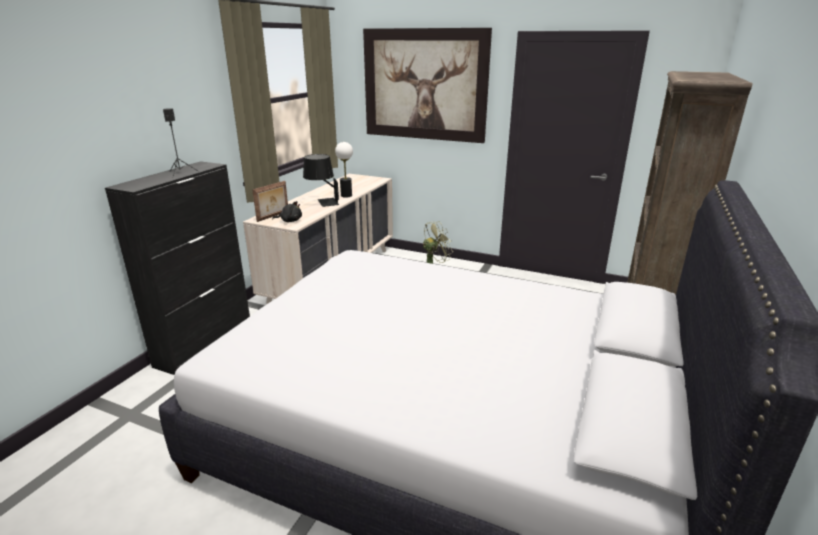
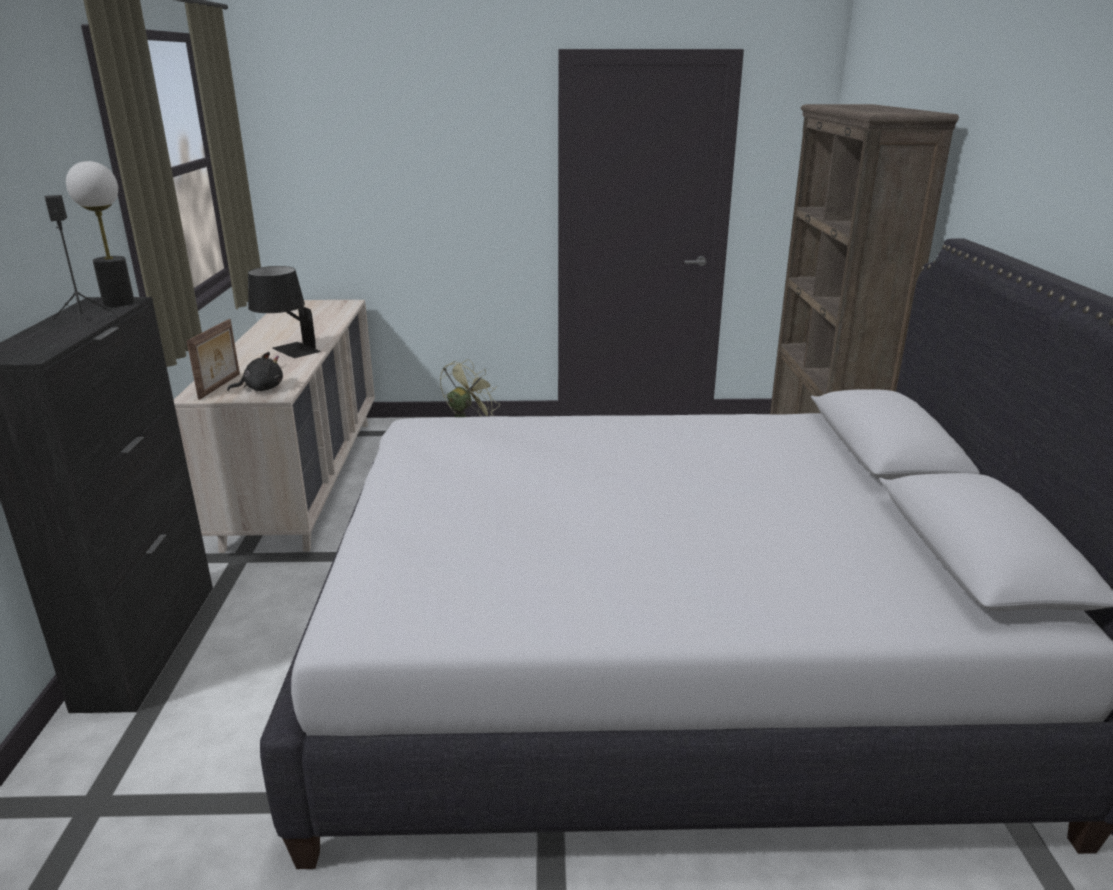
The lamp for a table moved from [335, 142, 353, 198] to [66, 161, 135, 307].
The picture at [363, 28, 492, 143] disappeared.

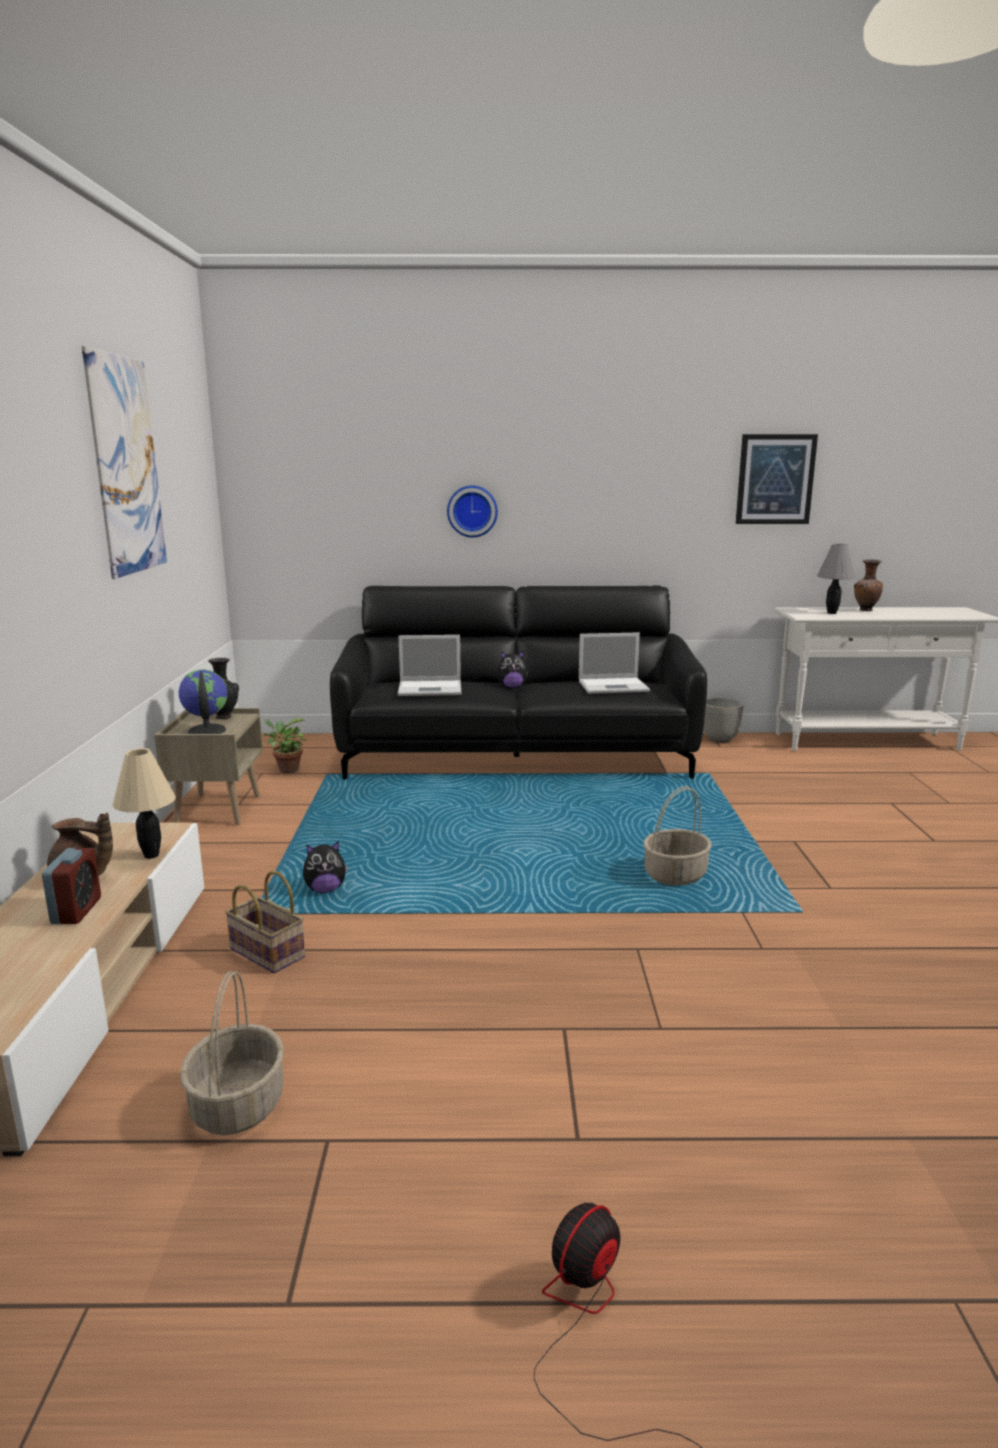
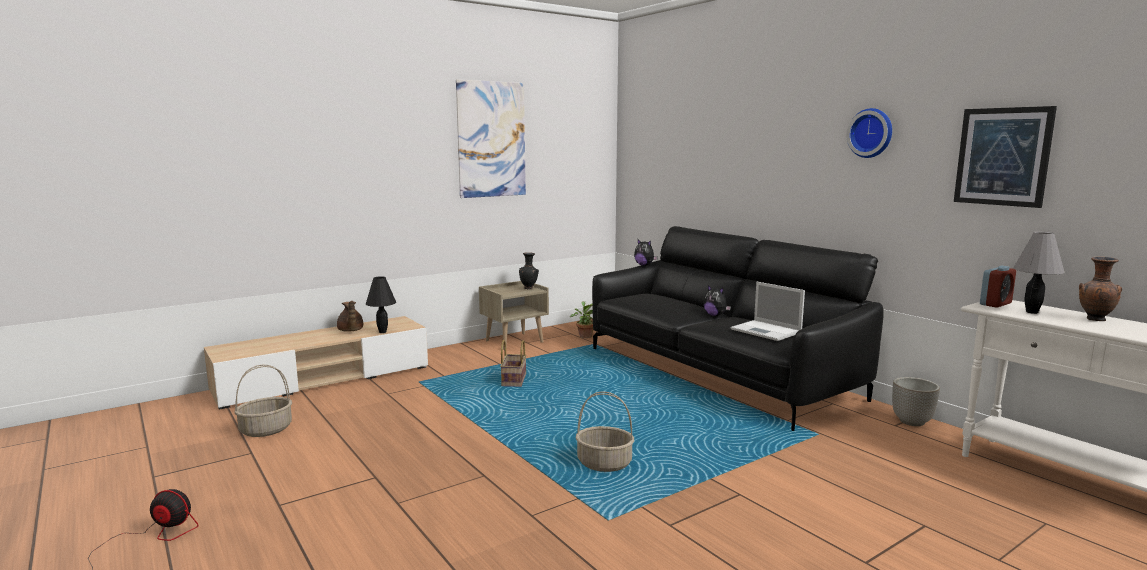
The bedside clock moved from [42, 848, 101, 924] to [980, 266, 1016, 308].
The sand-coloured lamp for a table at [112, 748, 176, 859] became the black lamp for a table at [366, 276, 396, 333].
The world globe at [179, 669, 227, 734] disappeared.
The basket moved from [225, 870, 305, 974] to [500, 340, 527, 387].
The cuddly toy moved from [303, 841, 348, 893] to [634, 240, 658, 266].
The laptop at [398, 635, 461, 696] disappeared.
The clock on the wall moved from [447, 485, 498, 537] to [846, 108, 892, 158].

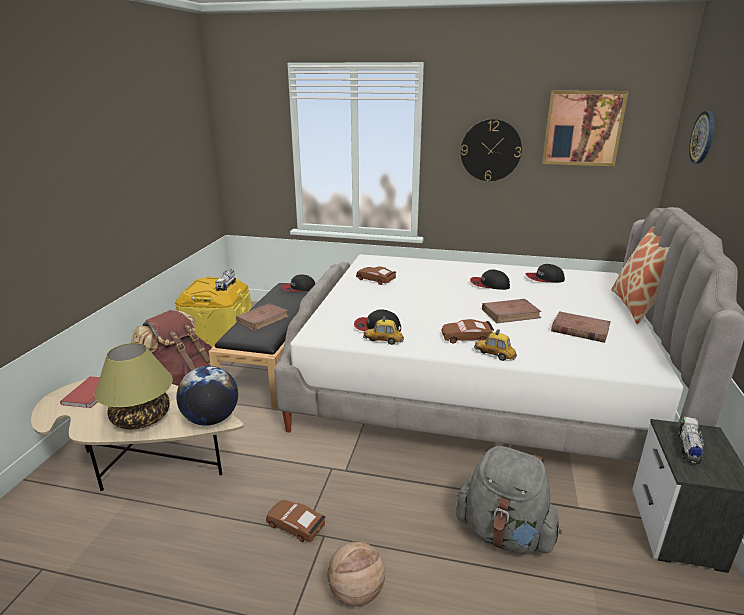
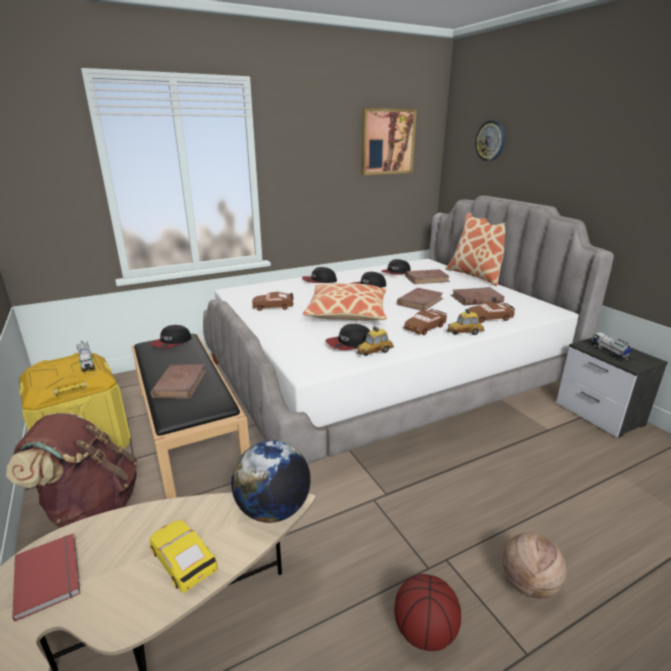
The lamp for a table at [94, 343, 173, 429] was replaced by the yellow miniature car at [150, 520, 218, 592].
The brownish miniature car moved from [266, 500, 326, 542] to [469, 302, 515, 323].
The grey rucksack at [456, 446, 562, 554] disappeared.
The clock on the wall at [461, 119, 522, 181] disappeared.
The peaked cap at [302, 267, 337, 283] appeared.
The throw pillow at [303, 283, 387, 321] appeared.
The basketball ball at [394, 574, 461, 651] appeared.
The brownish book at [405, 269, 450, 284] appeared.

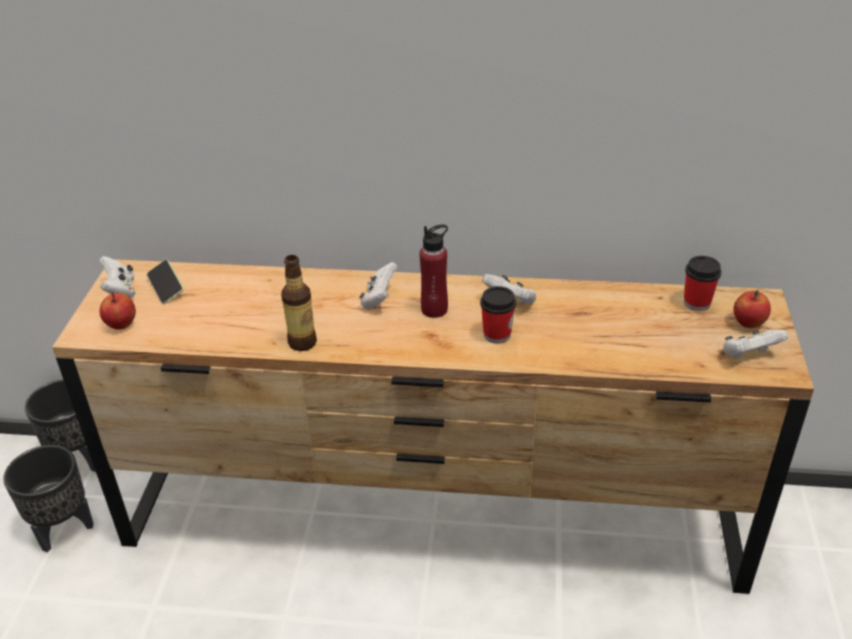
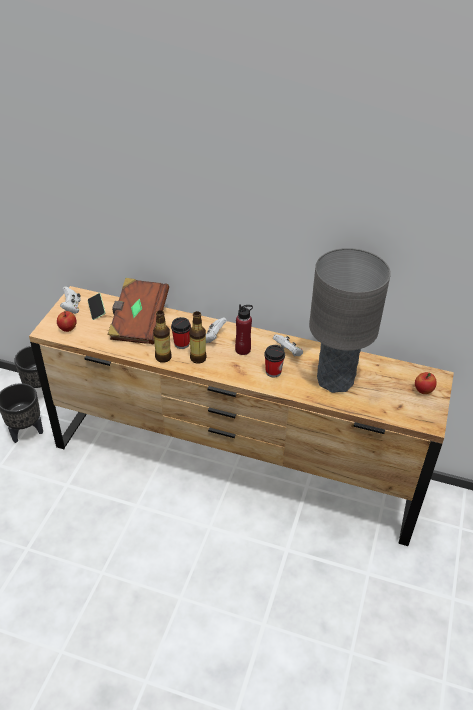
The cup moved from [684, 256, 721, 311] to [171, 317, 191, 349].
The white-coloured game controller at [723, 330, 788, 358] disappeared.
The brownish book at [107, 278, 169, 344] appeared.
The drink bottle at [189, 311, 207, 364] appeared.
The grey lamp for a table at [309, 248, 391, 393] appeared.

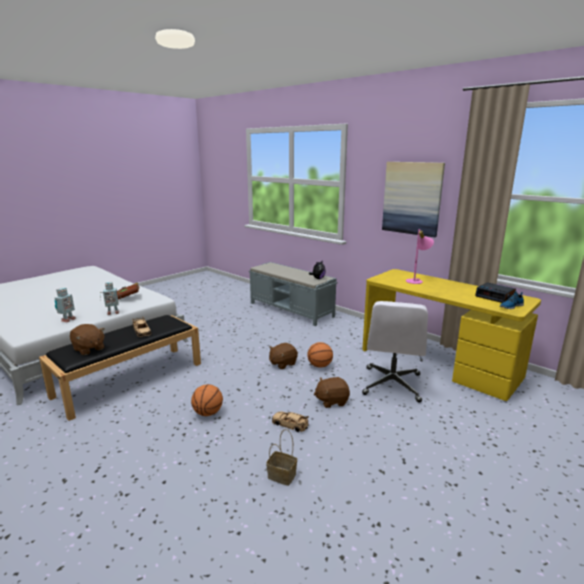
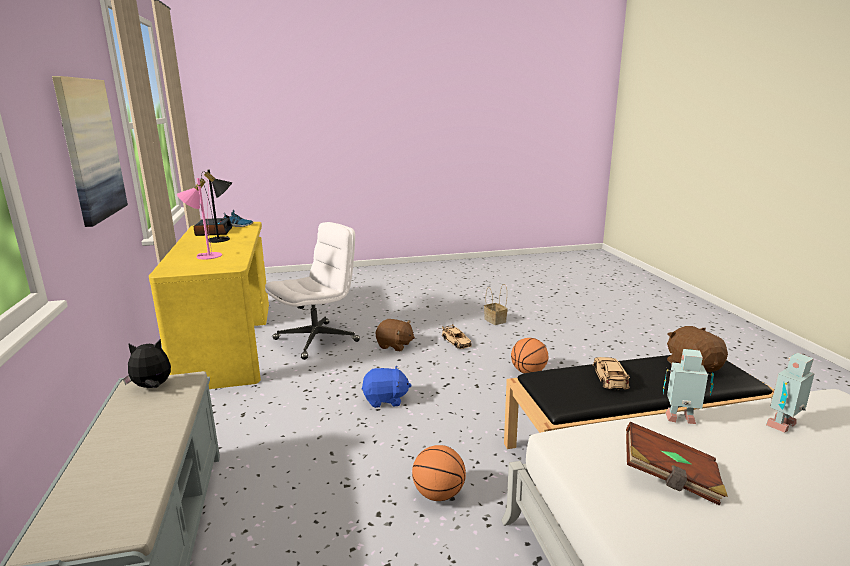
The brownish cuddly toy at [269, 343, 298, 369] became the blue cuddly toy at [361, 366, 412, 408].
The basketball ball moved from [307, 342, 333, 368] to [412, 445, 466, 501].
The black lamp for a table at [201, 170, 232, 243] appeared.

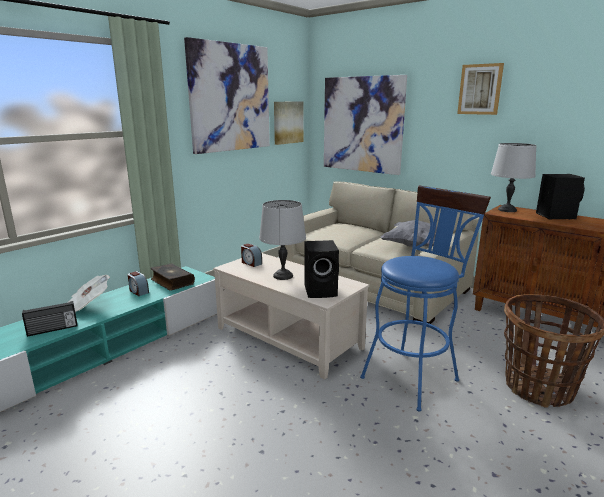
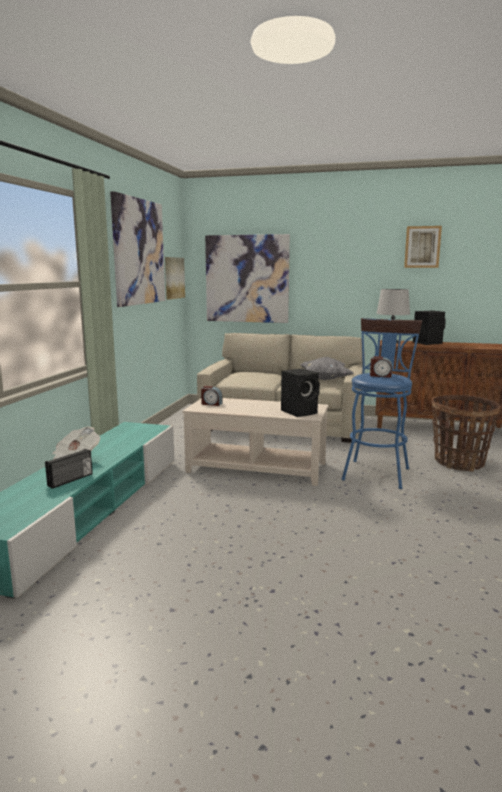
The bedside clock moved from [128, 272, 149, 296] to [370, 356, 393, 378].
The book at [151, 263, 195, 291] disappeared.
The grey lamp for a table at [259, 200, 306, 280] disappeared.
The picture moved from [457, 63, 504, 115] to [404, 226, 442, 268].

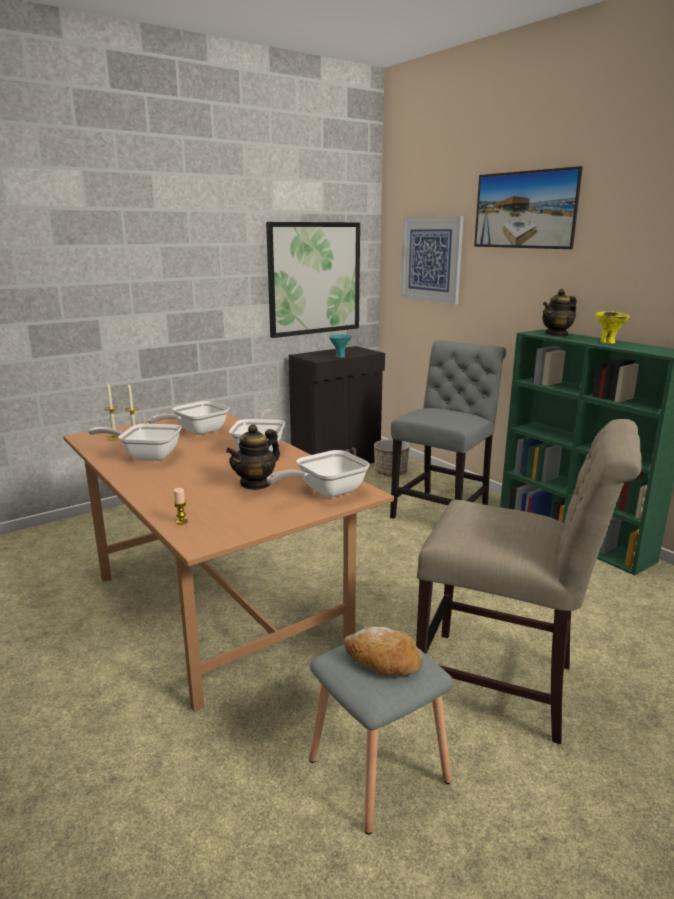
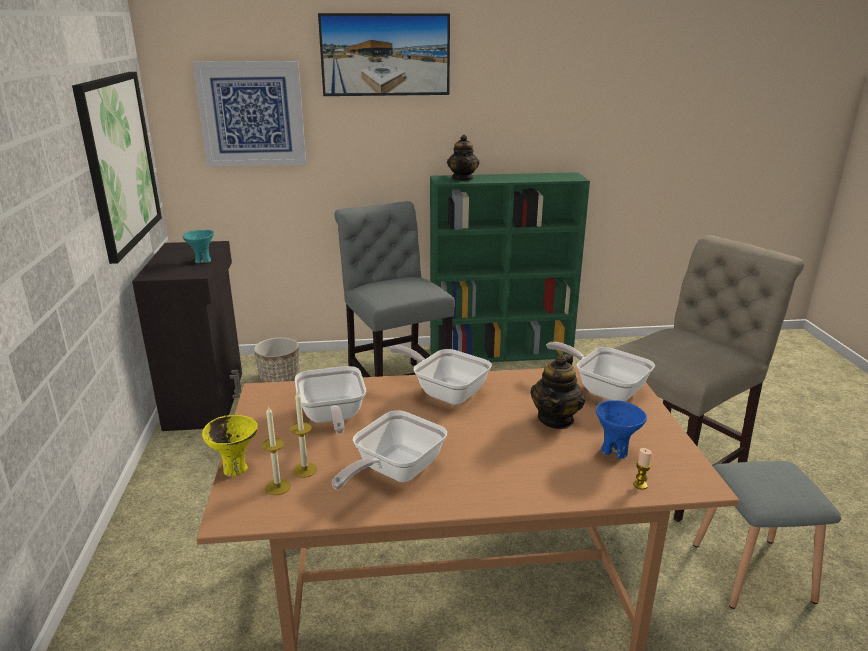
The teapot at [226, 424, 280, 490] turned 45 degrees clockwise.
The skillet at [267, 450, 370, 497] turned 135 degrees clockwise.
The bread at [344, 626, 423, 676] disappeared.
The yellow bowl moved from [596, 311, 630, 344] to [202, 415, 258, 477].
The blue bowl at [596, 400, 647, 458] appeared.

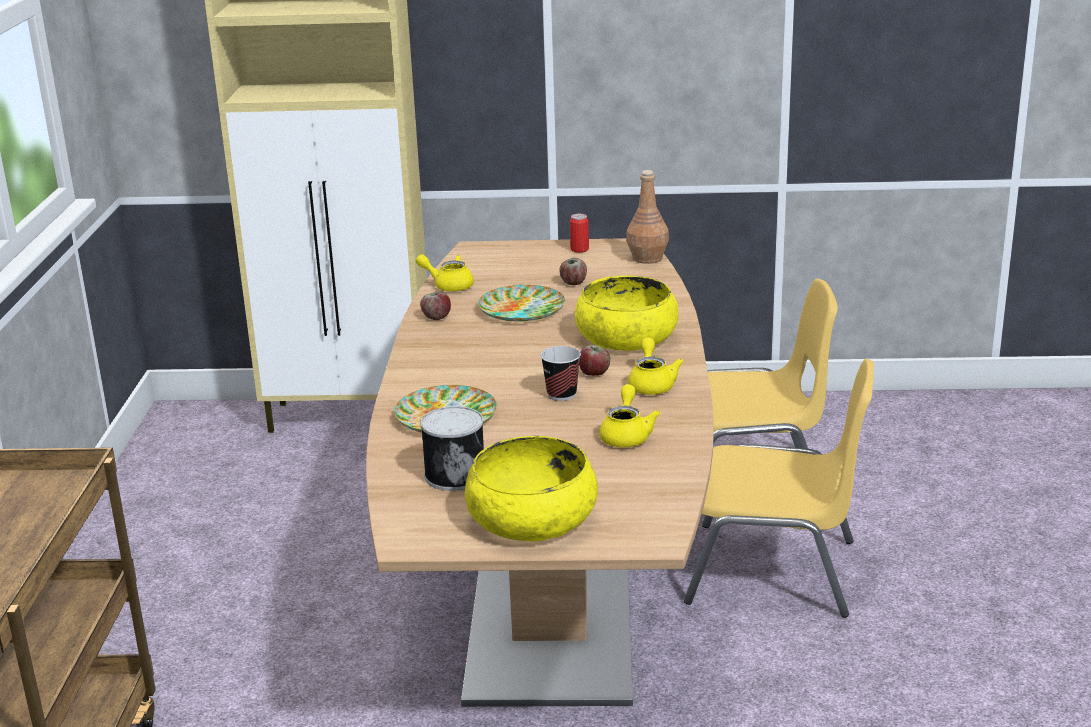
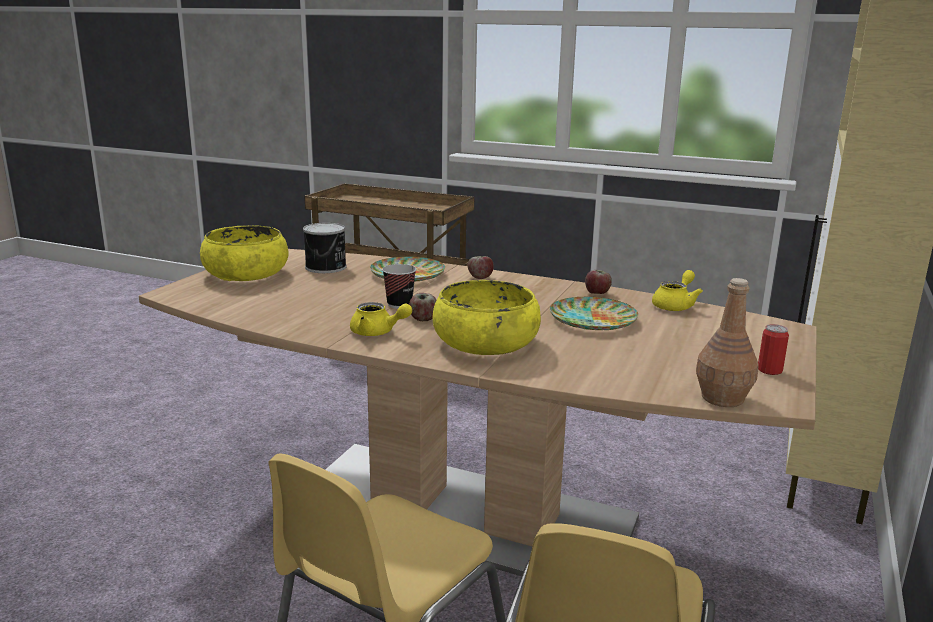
The apple moved from [559, 258, 587, 285] to [468, 256, 494, 279].
The yellow teapot at [599, 384, 661, 447] disappeared.

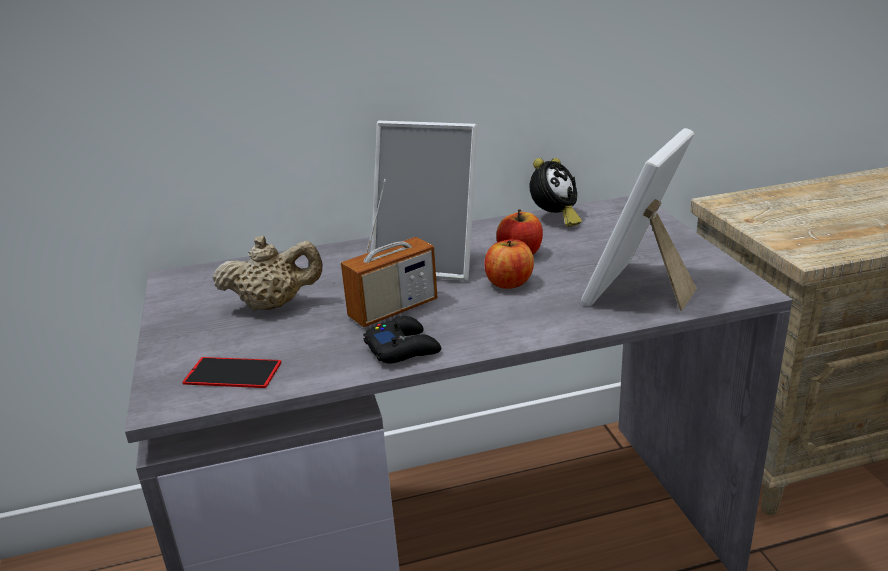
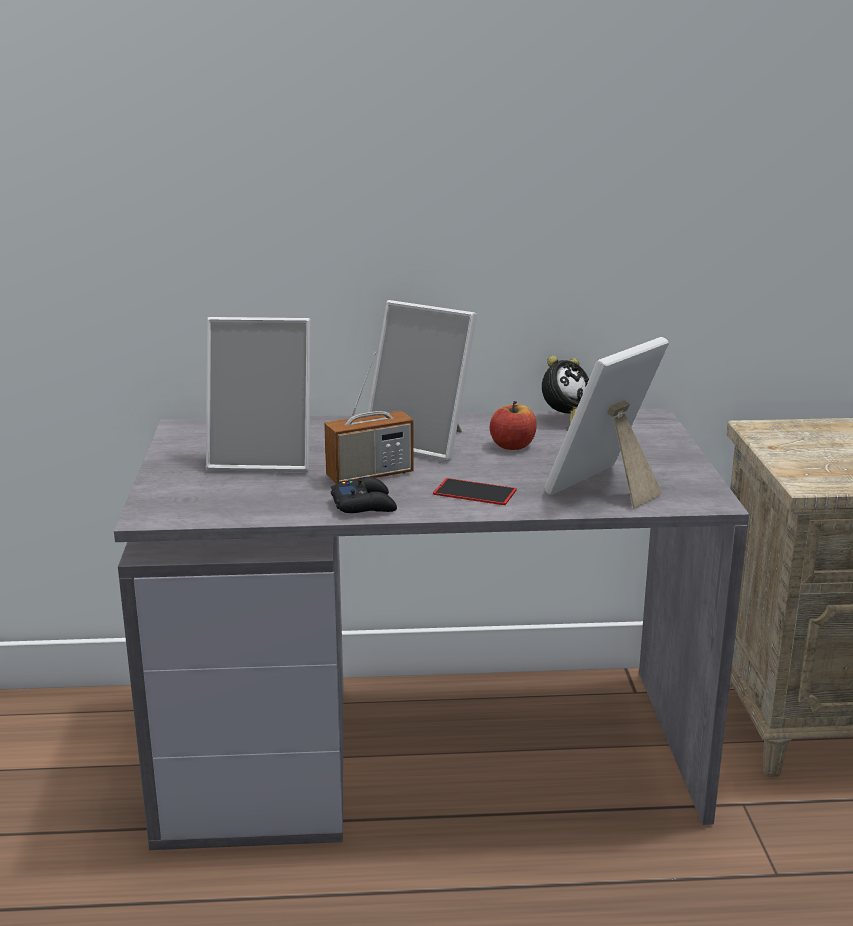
The phone moved from [182, 357, 282, 388] to [433, 478, 517, 505].
The sand-coloured teapot at [212, 236, 323, 311] was replaced by the standing frame at [206, 317, 311, 472].
The apple at [484, 239, 534, 289] disappeared.

